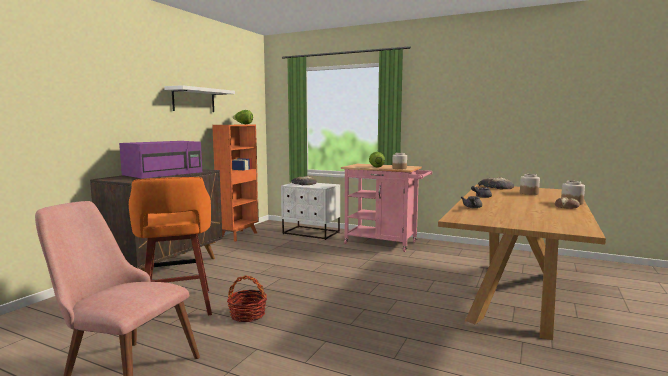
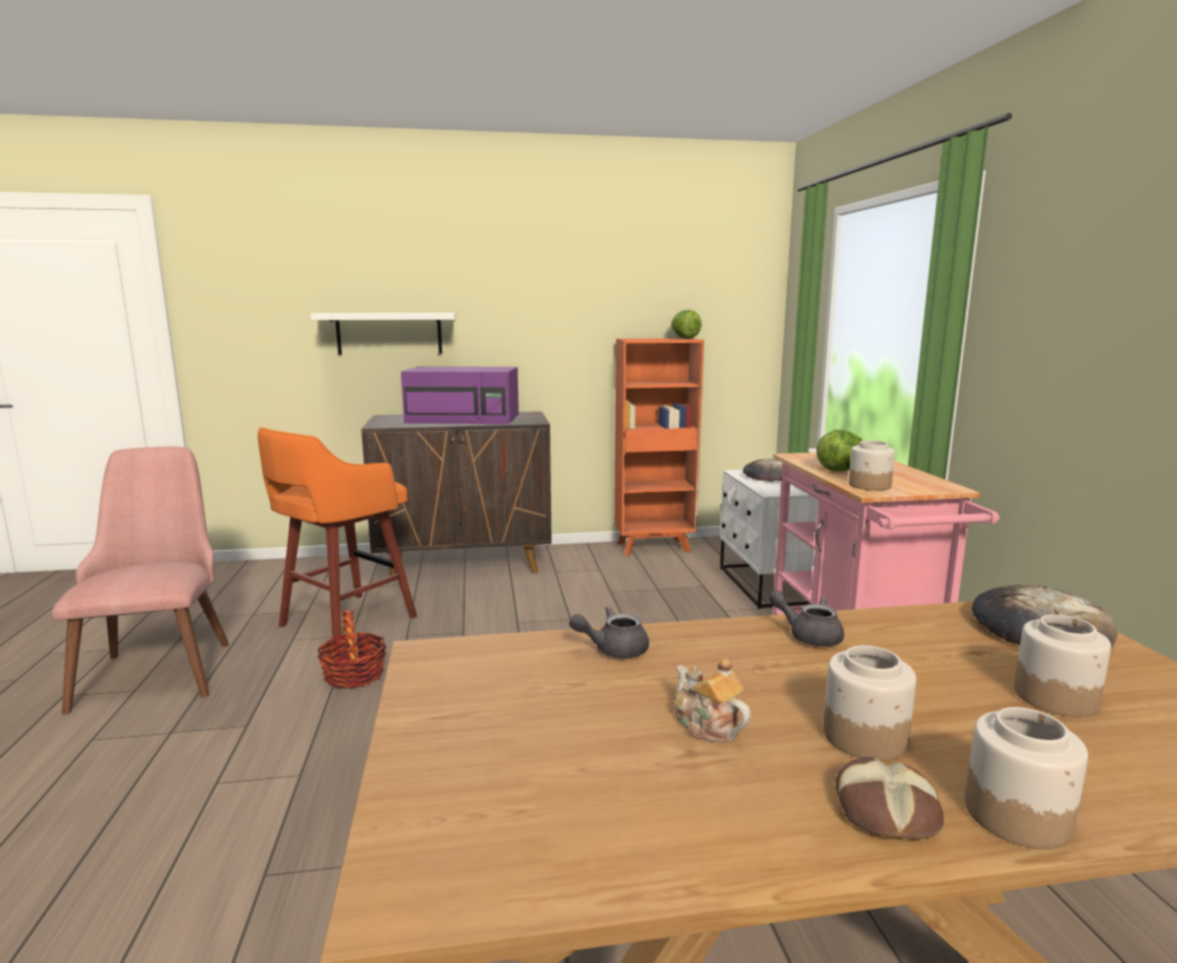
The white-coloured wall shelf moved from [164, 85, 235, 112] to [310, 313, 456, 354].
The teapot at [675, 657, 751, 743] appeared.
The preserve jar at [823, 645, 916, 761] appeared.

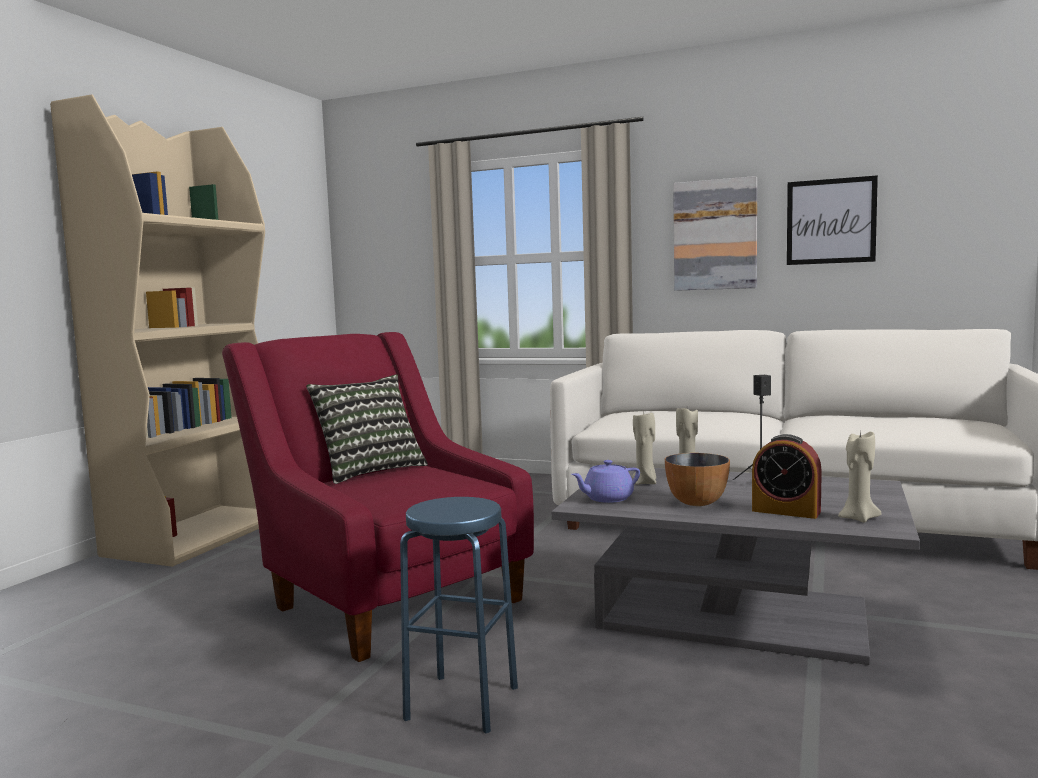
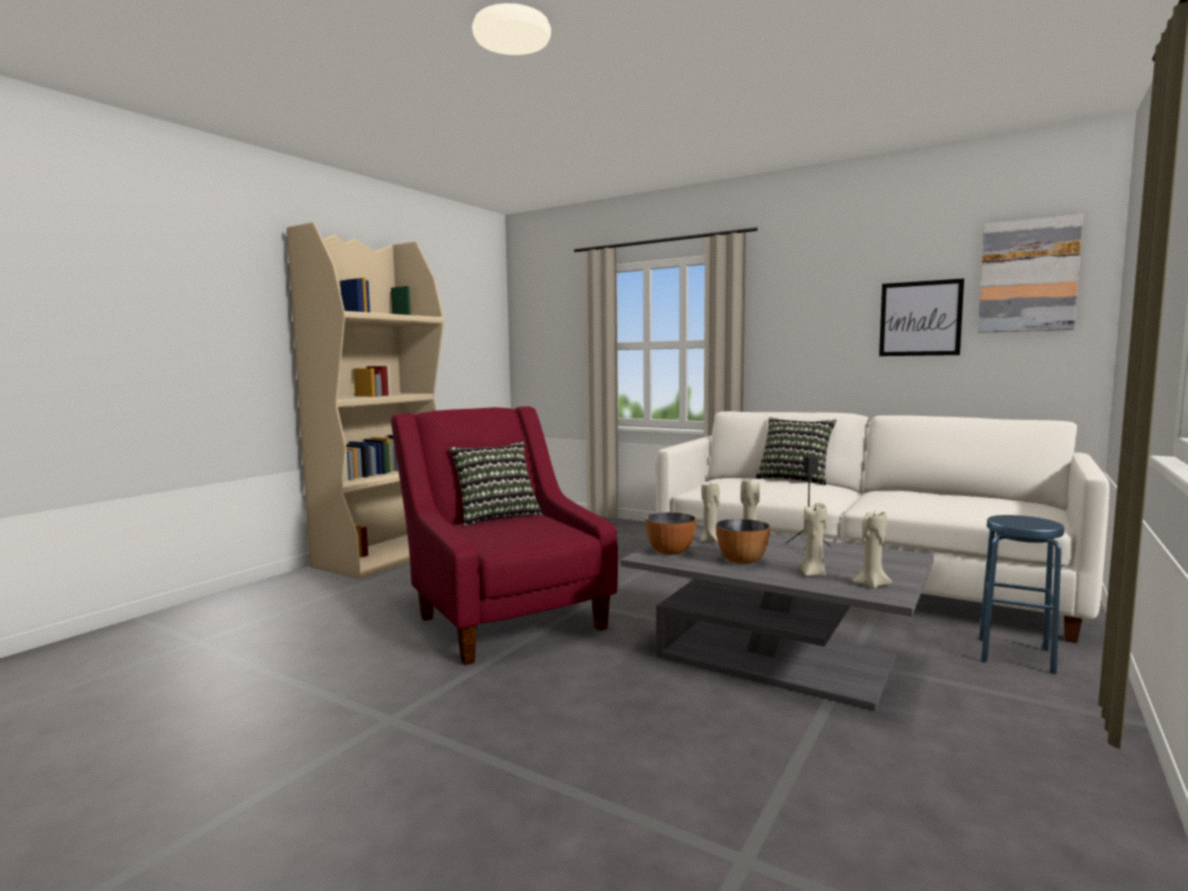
The blue stool moved from [400, 497, 518, 733] to [979, 515, 1064, 675].
The purple-coloured teapot at [571, 460, 640, 503] was replaced by the bowl at [646, 512, 696, 555].
The picture moved from [673, 176, 757, 291] to [978, 214, 1083, 333].
The bedside clock at [752, 434, 822, 519] was replaced by the sand-coloured candle at [798, 503, 827, 577].
The throw pillow at [755, 417, 837, 485] appeared.

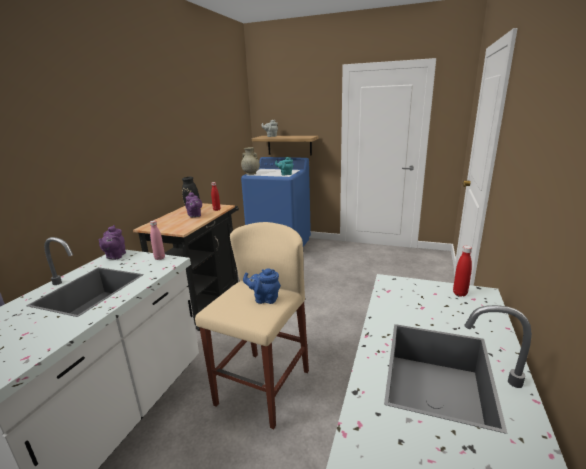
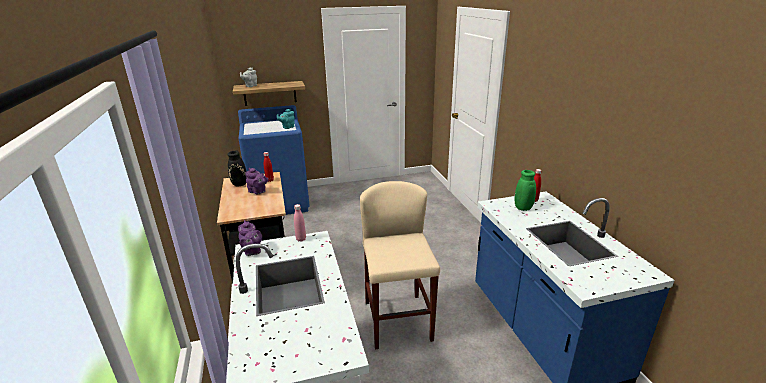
The sand-coloured decorative vase at [241, 147, 260, 175] disappeared.
The blue teapot at [243, 268, 281, 304] disappeared.
The green decorative vase at [514, 170, 536, 211] appeared.

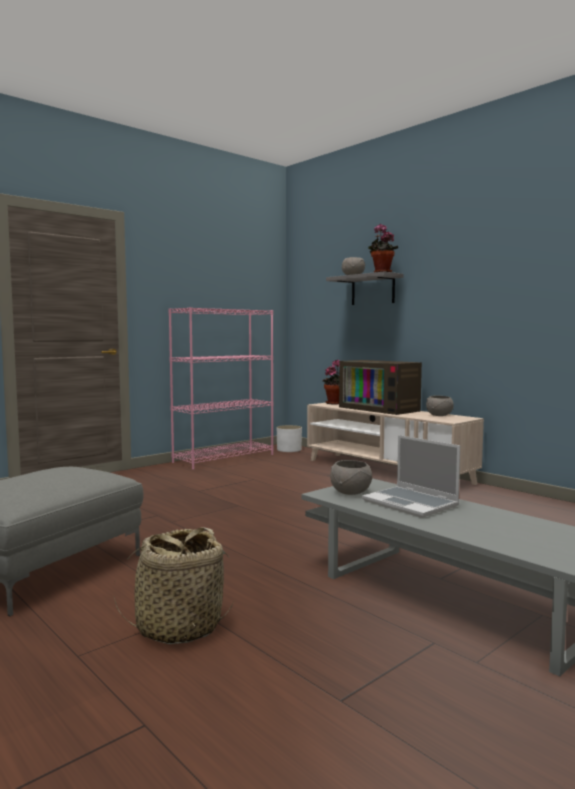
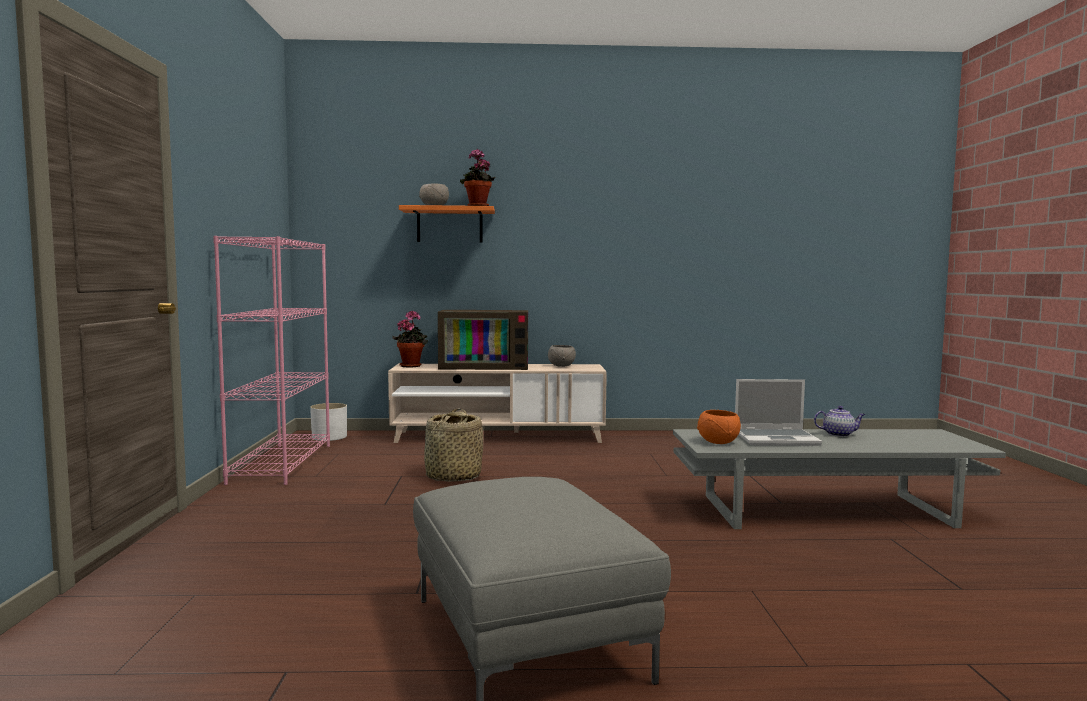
The basket moved from [114, 527, 233, 644] to [424, 409, 483, 482].
The grey wall shelf at [326, 272, 404, 305] became the orange wall shelf at [399, 205, 495, 242].
The grey bowl at [330, 460, 372, 495] became the orange bowl at [697, 410, 741, 444].
The teapot at [814, 406, 865, 437] appeared.

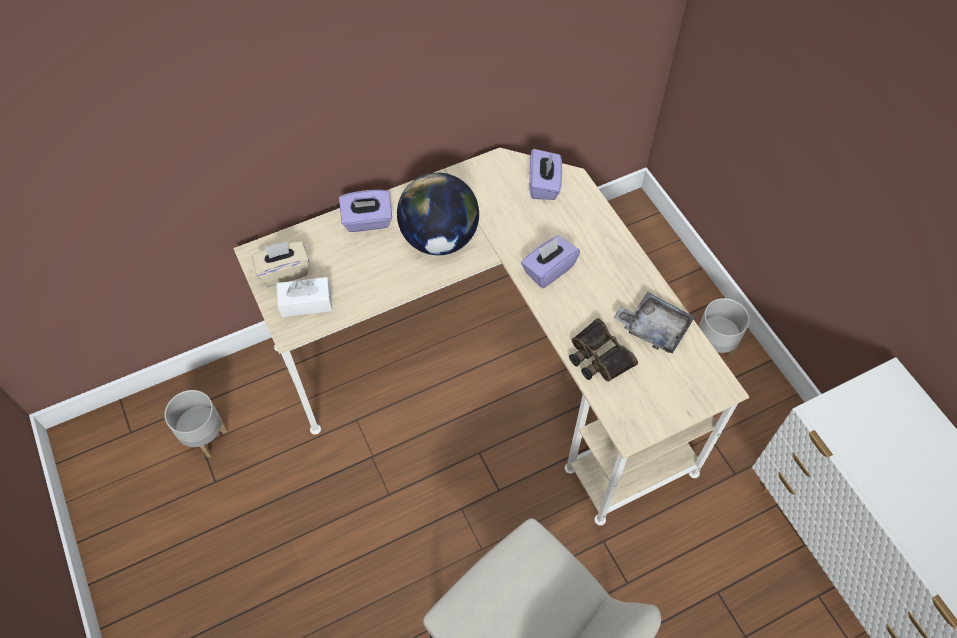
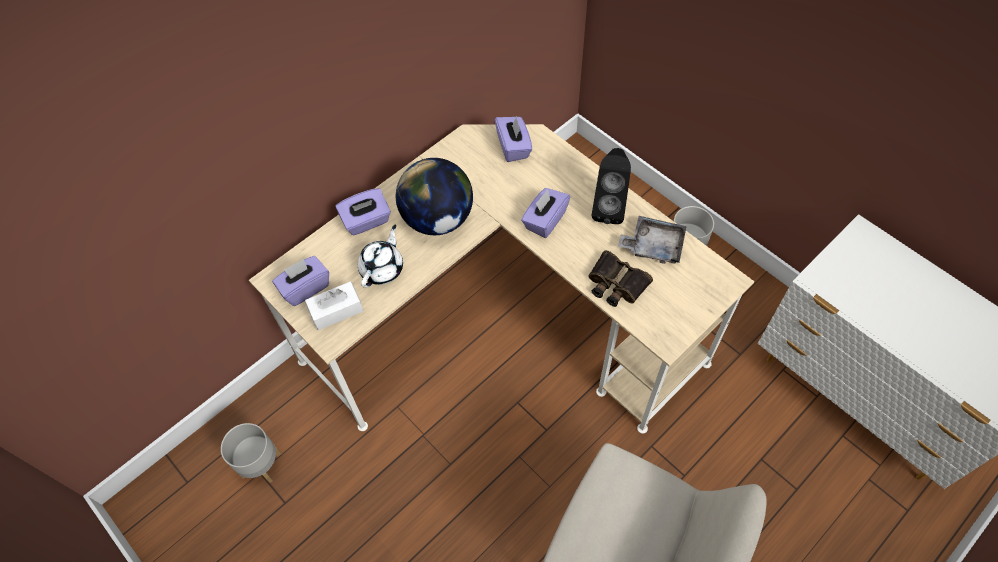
The sand-coloured box of tissues at [252, 241, 309, 287] became the purple-coloured box of tissues at [272, 256, 329, 306].
The white-coloured teapot at [358, 225, 403, 288] appeared.
The black audio speaker at [592, 148, 631, 224] appeared.

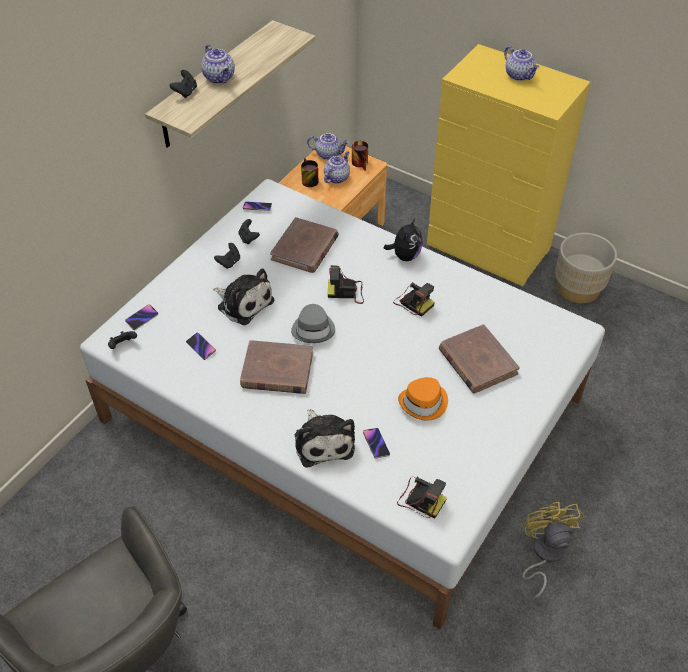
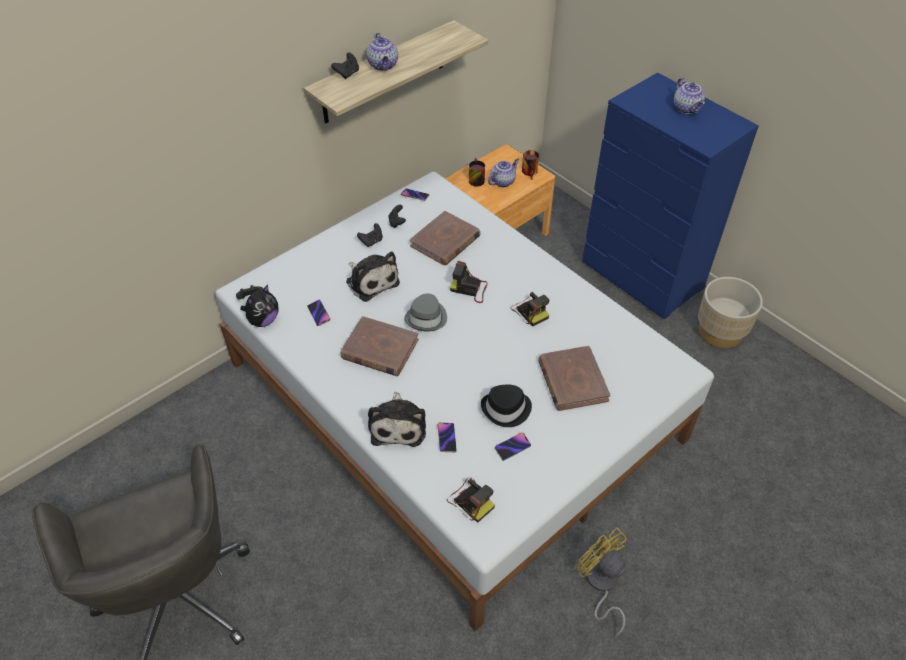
The phone moved from [125, 304, 158, 330] to [495, 432, 531, 461].
The teapot at [307, 133, 349, 160] disappeared.
The cuddly toy moved from [384, 218, 423, 261] to [240, 284, 278, 327].
The orange hat at [398, 377, 448, 421] became the black hat at [481, 384, 532, 427].
The yellow chest of drawers at [427, 44, 590, 286] became the blue chest of drawers at [582, 72, 759, 319].
The yellow electric fan at [522, 502, 584, 600] turned 45 degrees counterclockwise.

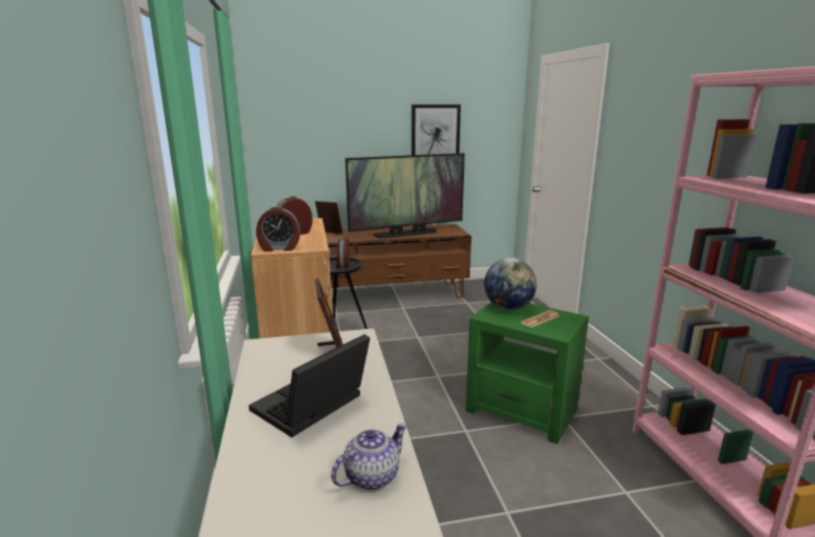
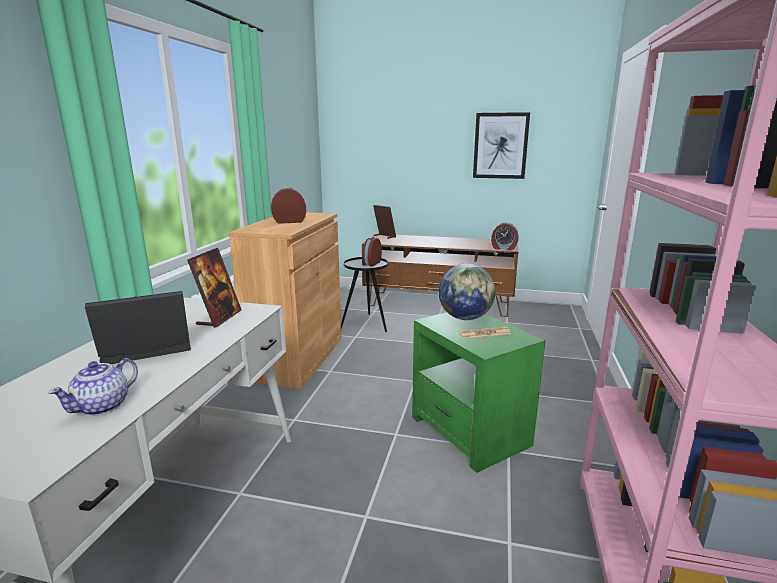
The bedside clock moved from [256, 206, 301, 251] to [491, 222, 519, 250].
The teapot at [331, 423, 407, 490] turned 135 degrees clockwise.
The TV at [345, 153, 465, 239] disappeared.

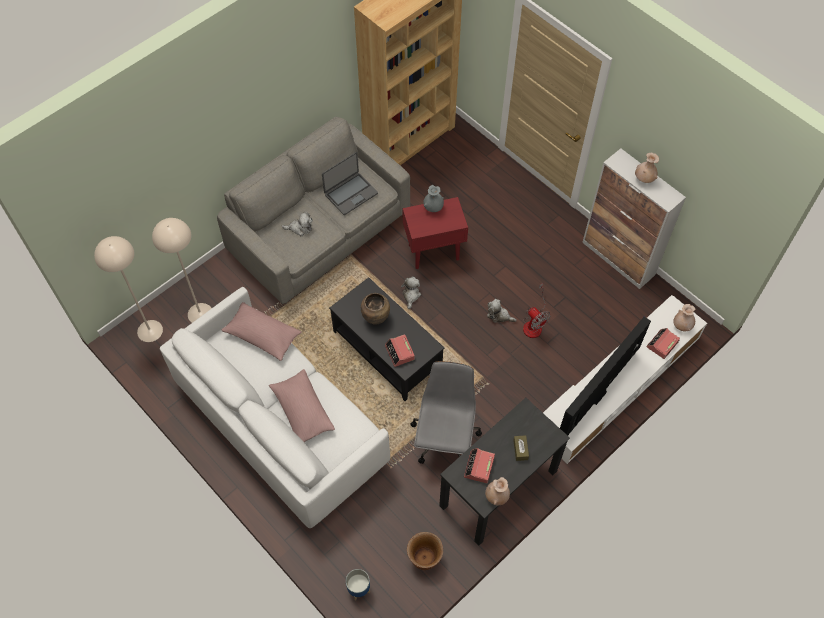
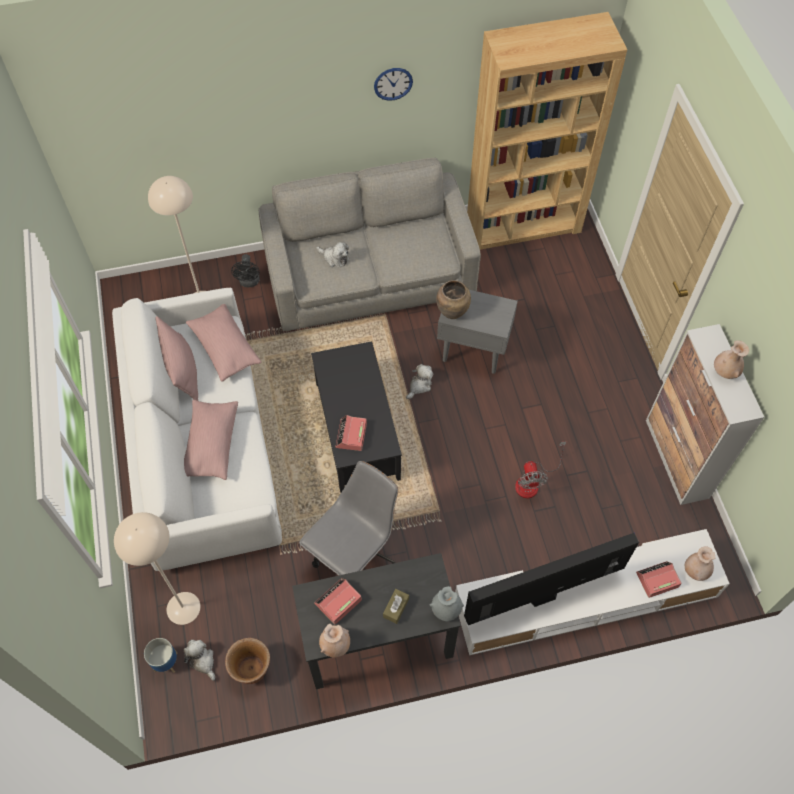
The sand-coloured standing lamp moved from [94, 236, 163, 342] to [114, 512, 200, 625].
The laptop at [322, 152, 378, 215] disappeared.
The brownish decorative vase moved from [361, 293, 390, 325] to [436, 280, 471, 319].
The red side table at [403, 197, 468, 269] became the grey side table at [437, 290, 518, 374].
The grey decorative vase moved from [423, 185, 444, 212] to [430, 586, 464, 621].
The cuddly toy moved from [487, 299, 517, 323] to [184, 640, 215, 681].
The pinkish throw pillow at [155, 316, 198, 401] appeared.
The black electric fan at [231, 254, 260, 287] appeared.
The clock on the wall at [374, 68, 413, 101] appeared.

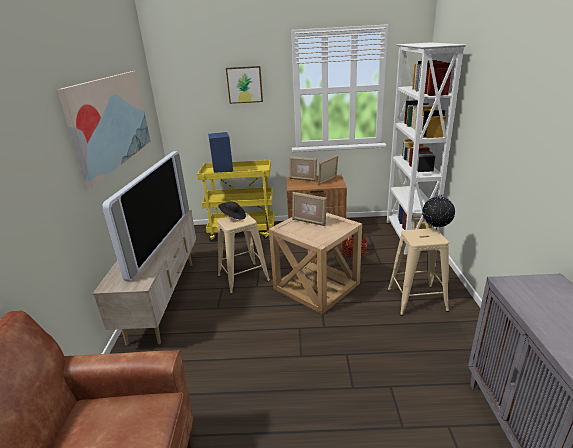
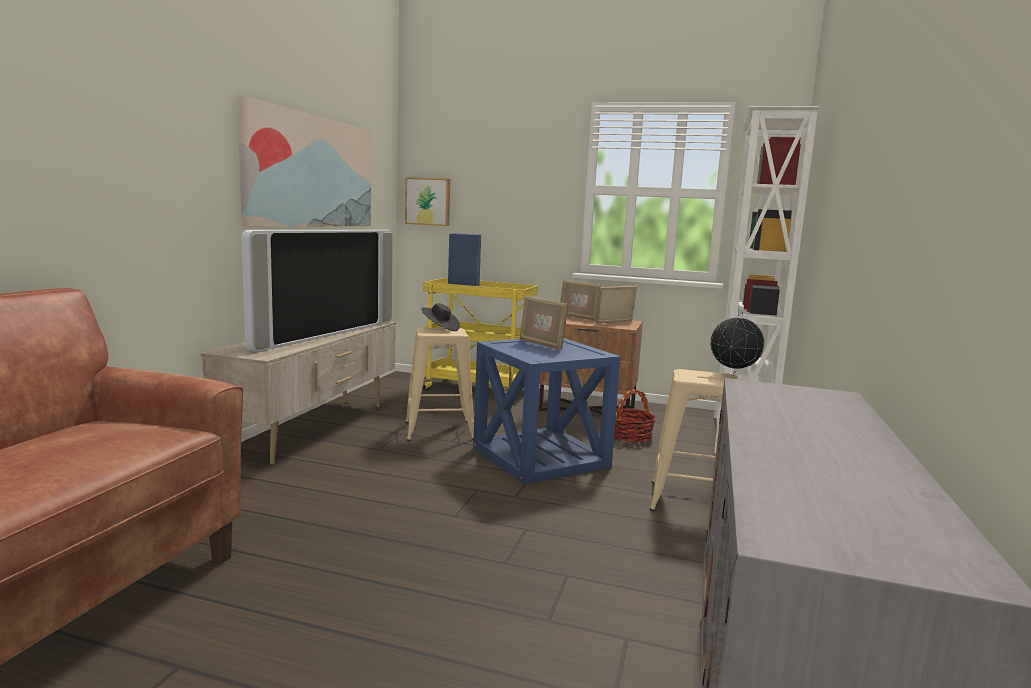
The picture moved from [226, 66, 263, 104] to [405, 177, 450, 226].
The sand-coloured side table at [269, 212, 362, 314] became the blue side table at [473, 338, 620, 484].

